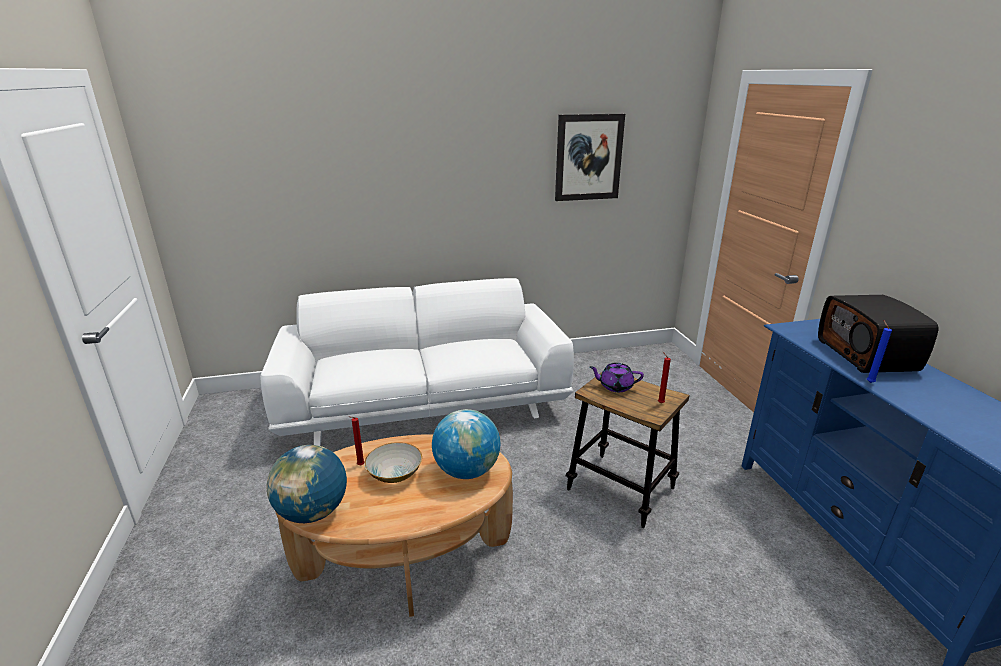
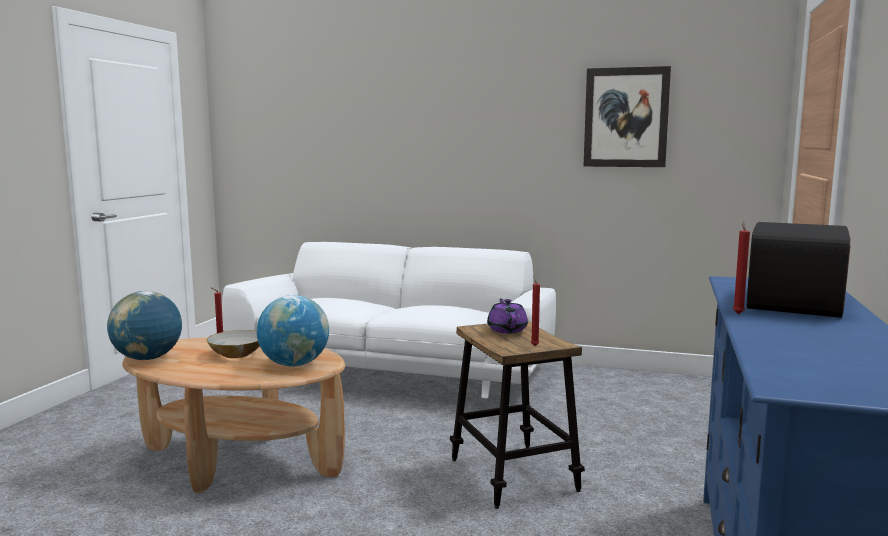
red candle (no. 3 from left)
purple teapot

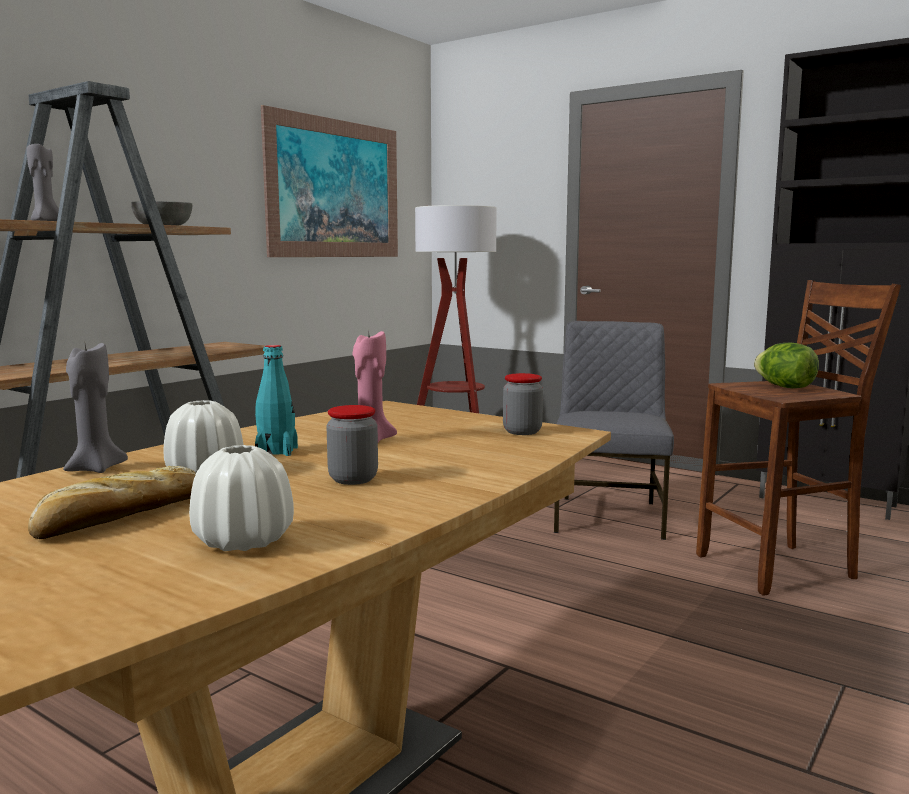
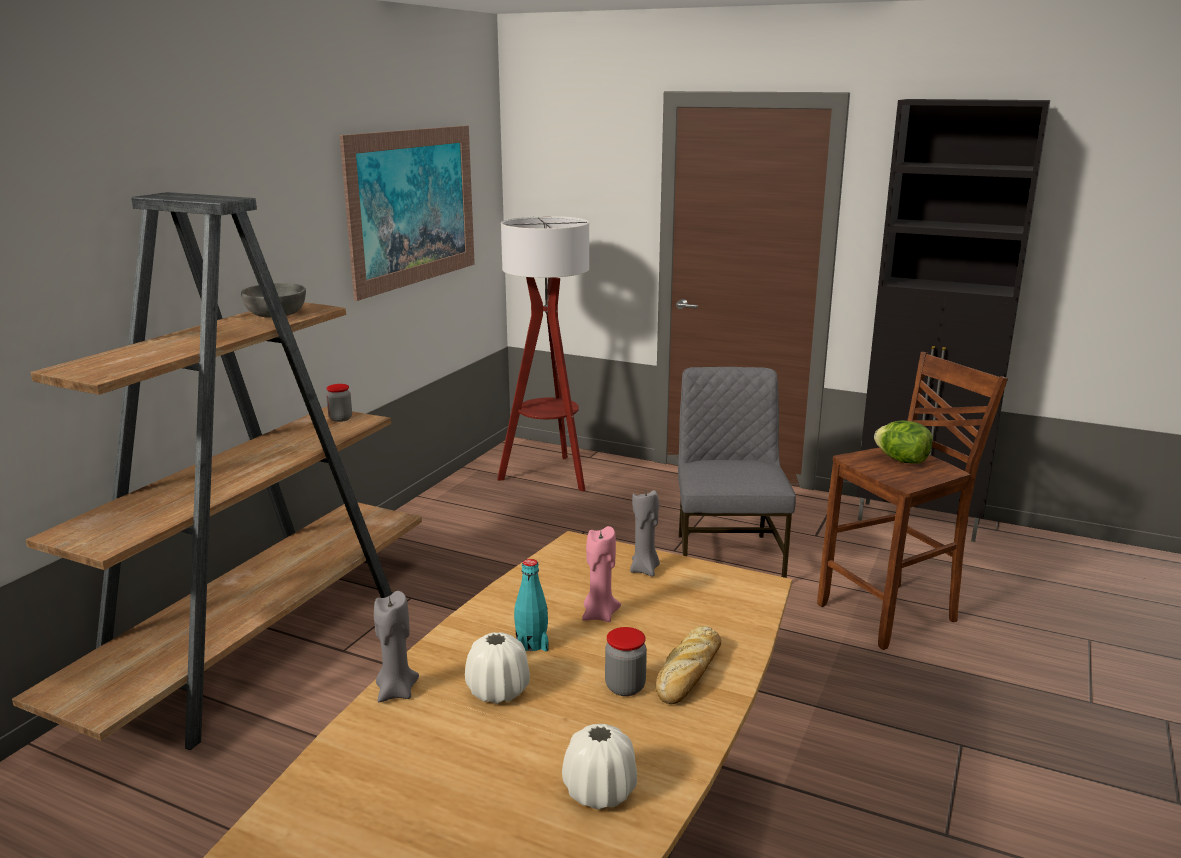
grey candle (no. 2 from left)
bread
jar (no. 1 from left)

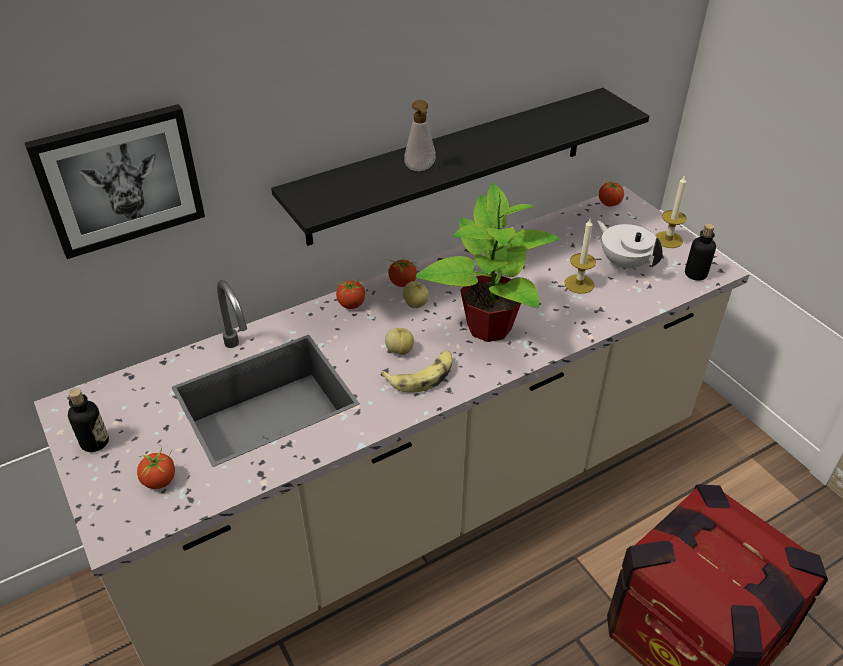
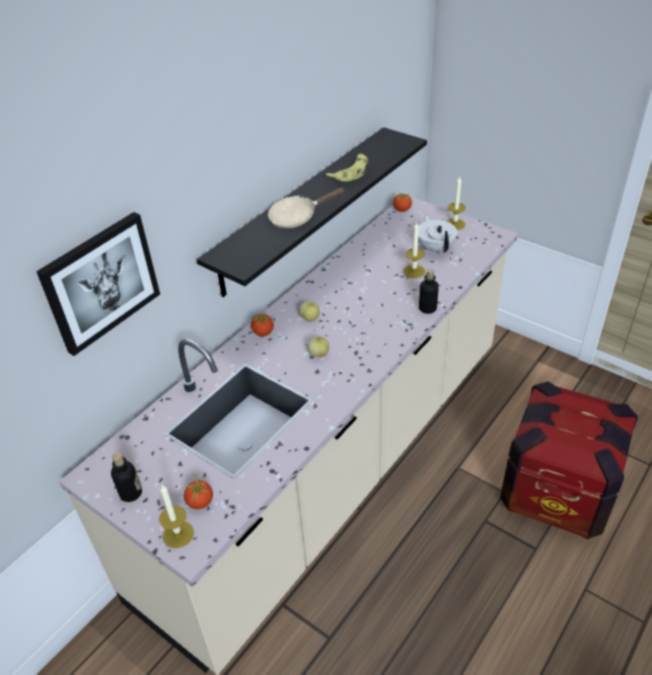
tomato (no. 3 from left in the first image)
potted plant
candle (no. 1 from left)
banana
bottle (no. 2 from left)
beige frying pan
white teapot

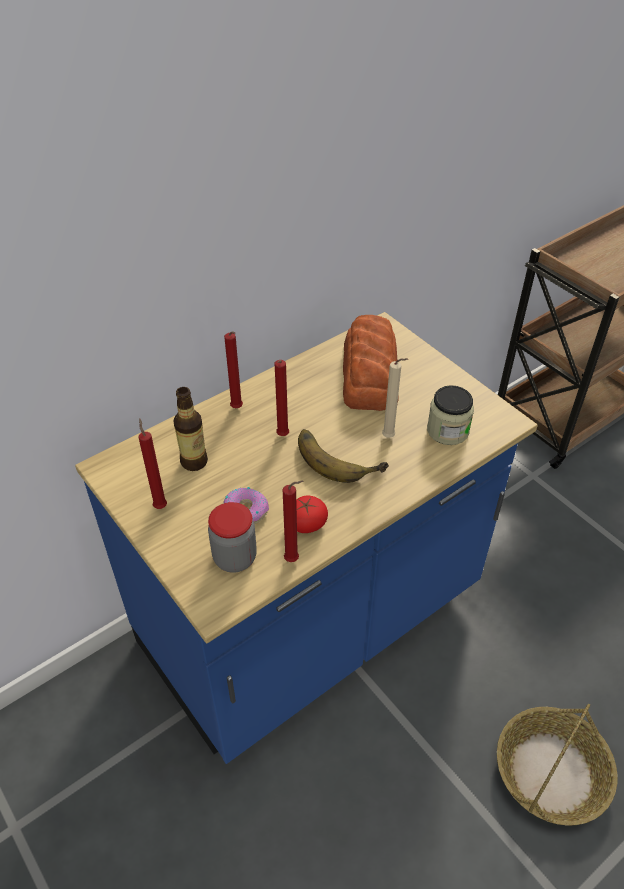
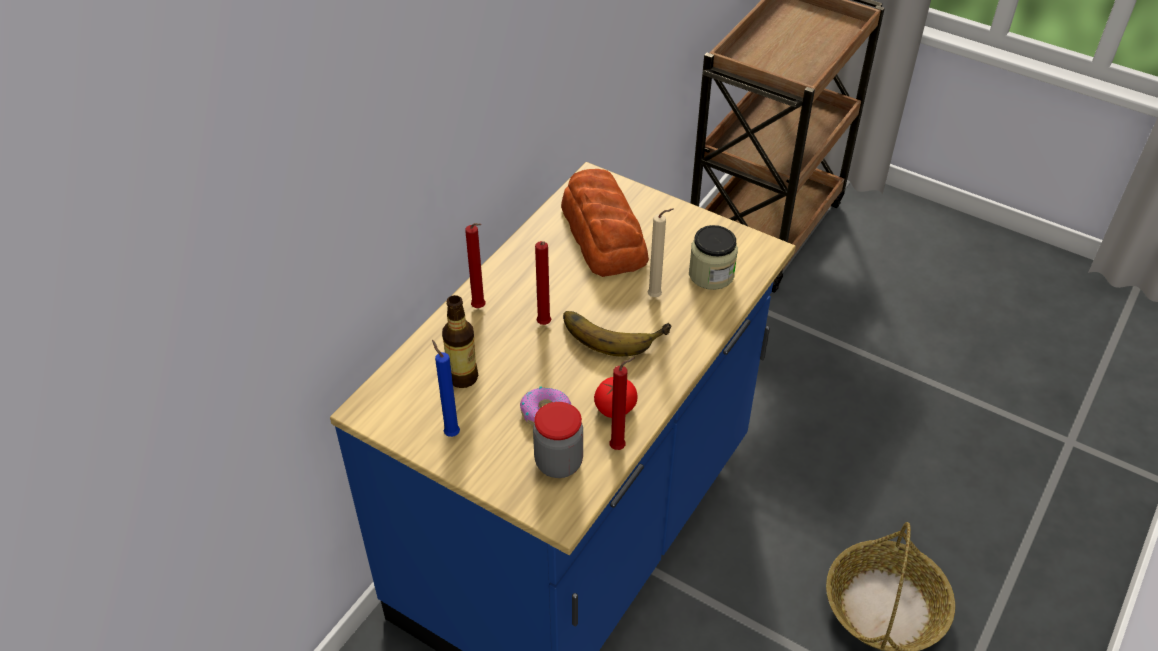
blue candle

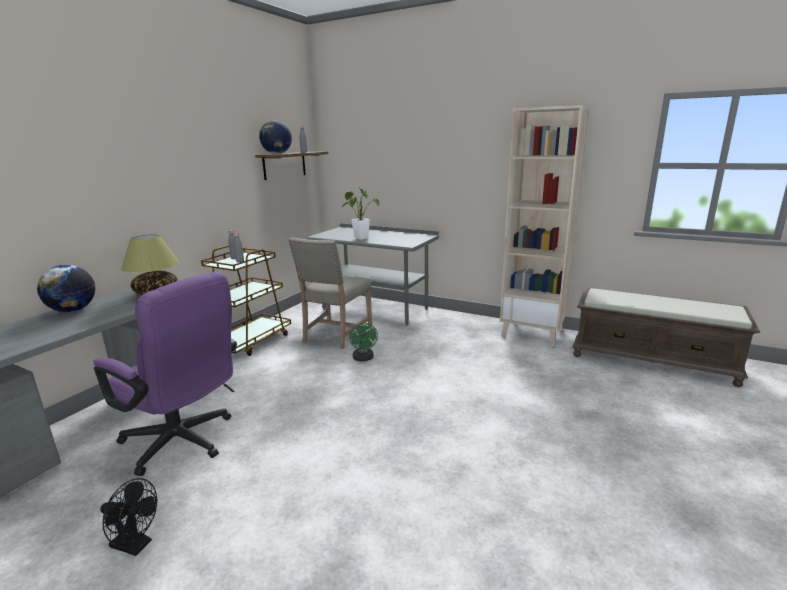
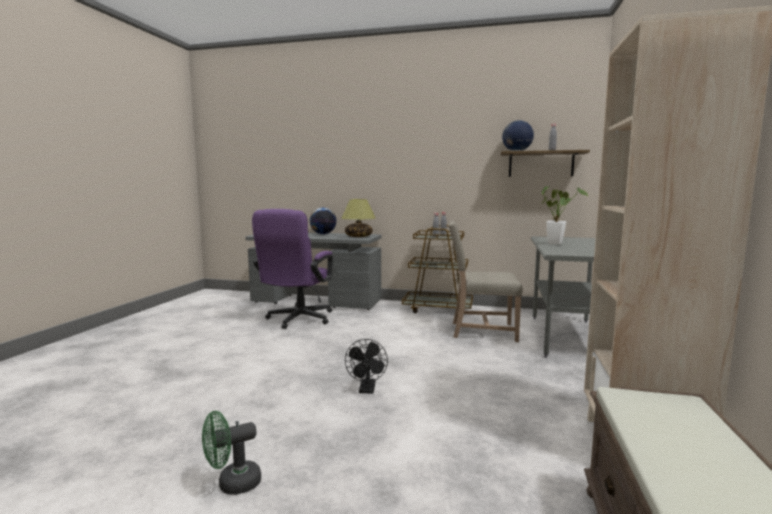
black fan
green fan

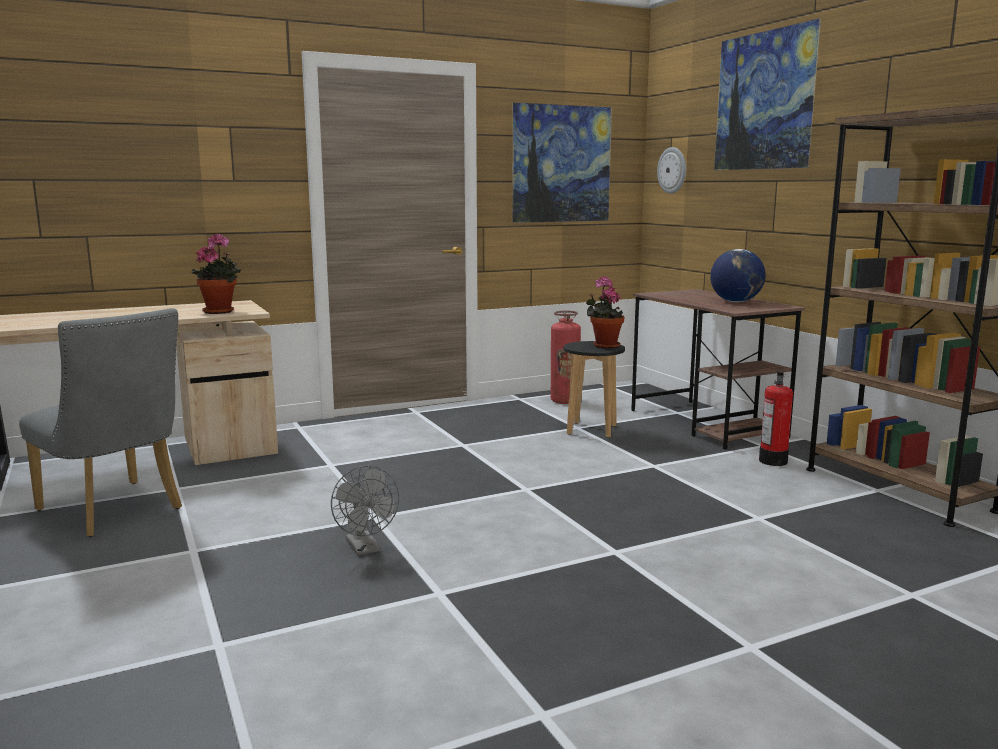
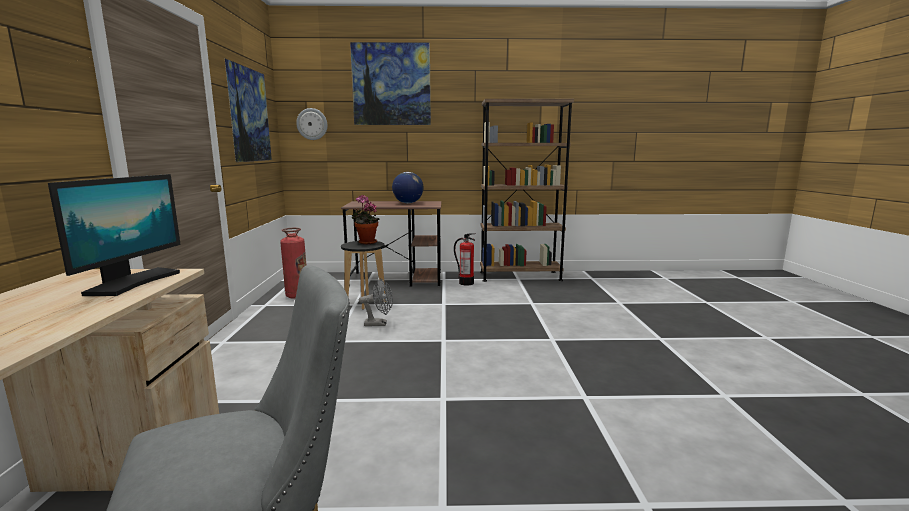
grey fan
monitor

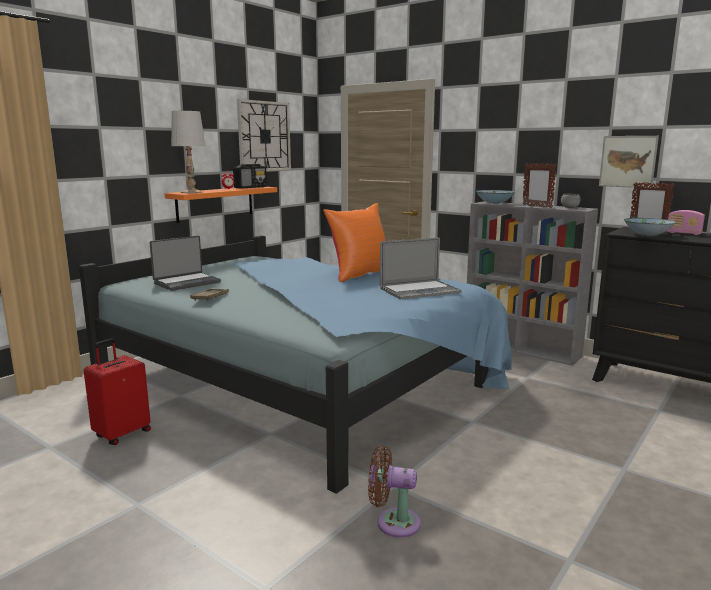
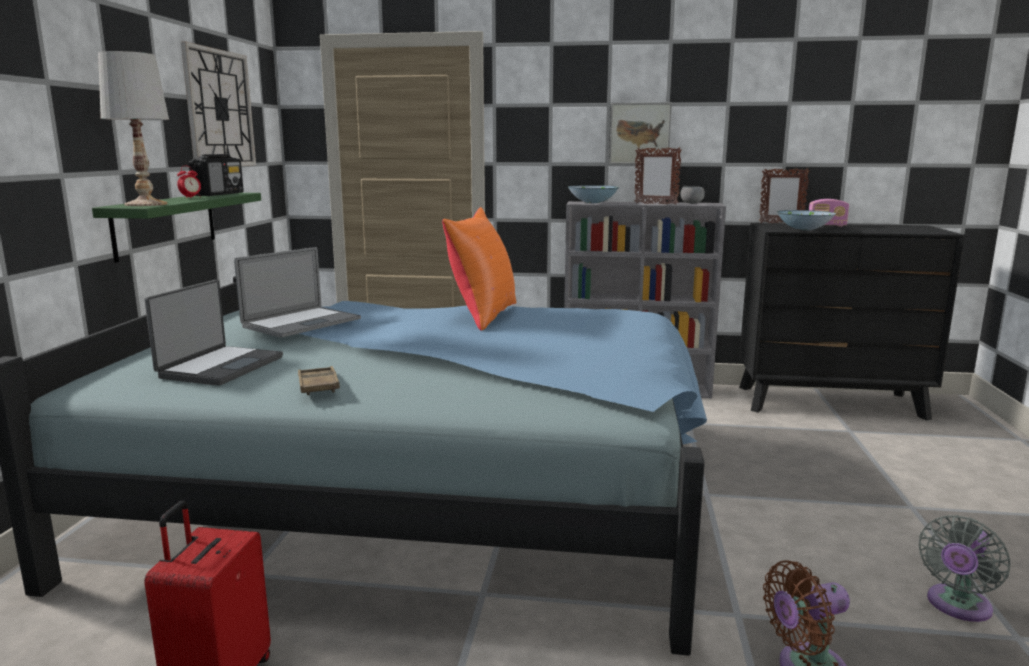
grey fan
laptop (no. 2 from left)
picture
green shelf

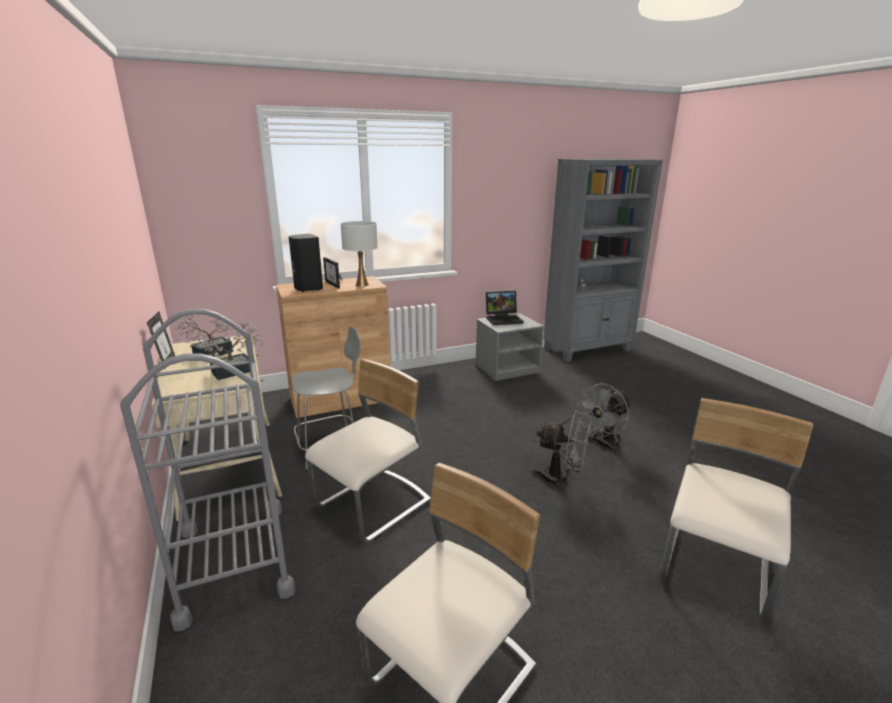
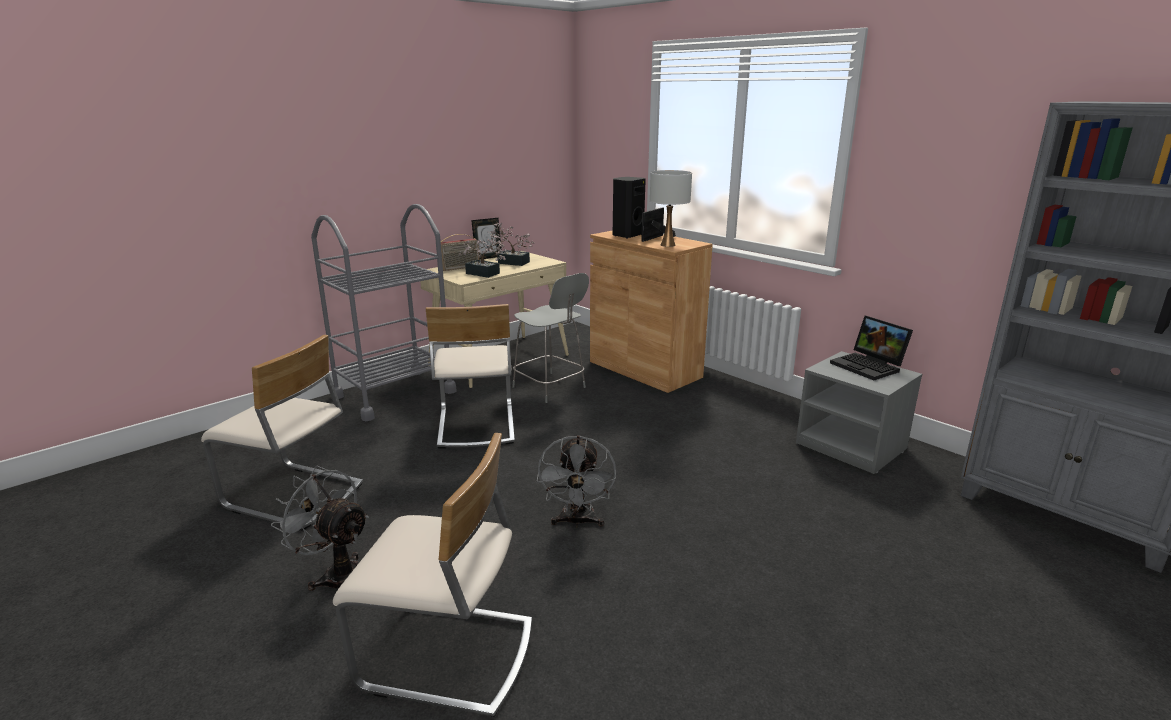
radio
grey fan (no. 1 from left)
beige chair (no. 3 from left)

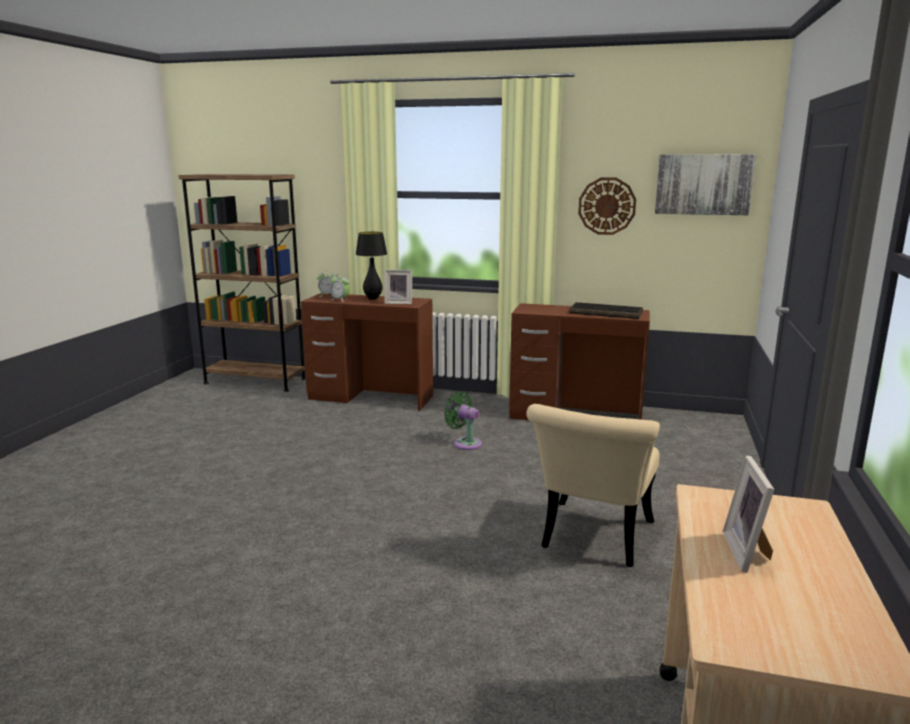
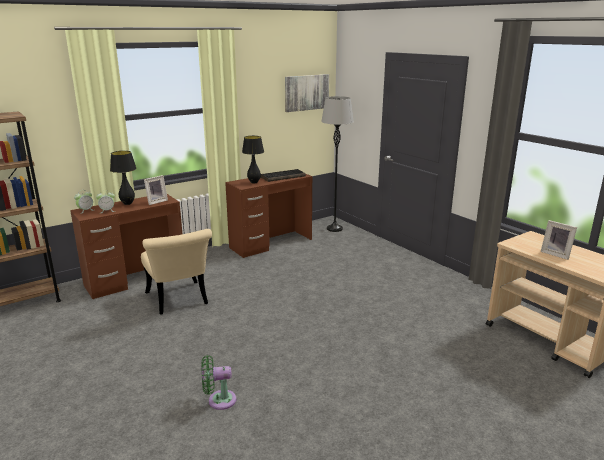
wall clock
black table lamp (no. 2 from left)
grey floor lamp
green fan
beige chair

